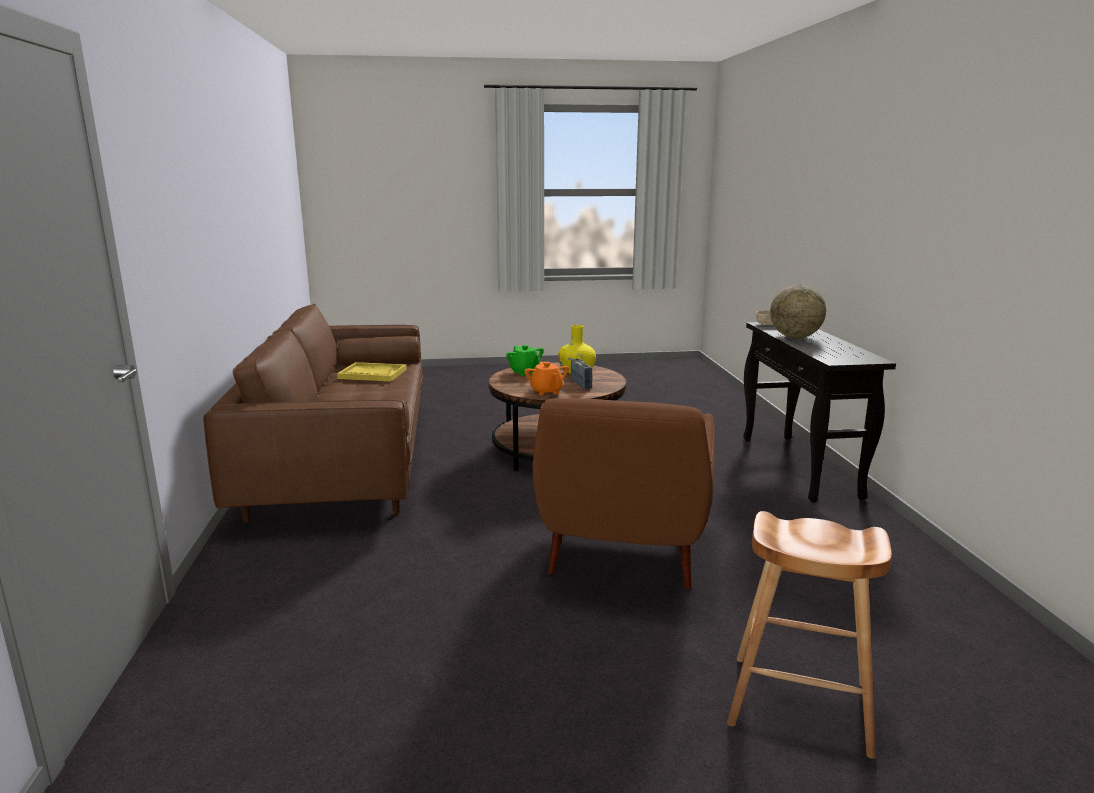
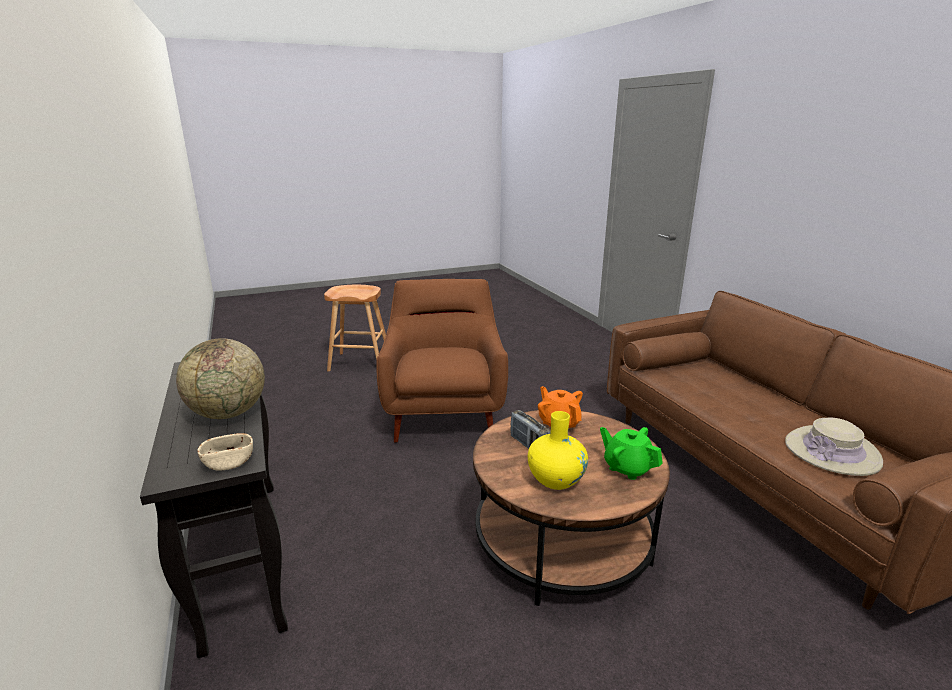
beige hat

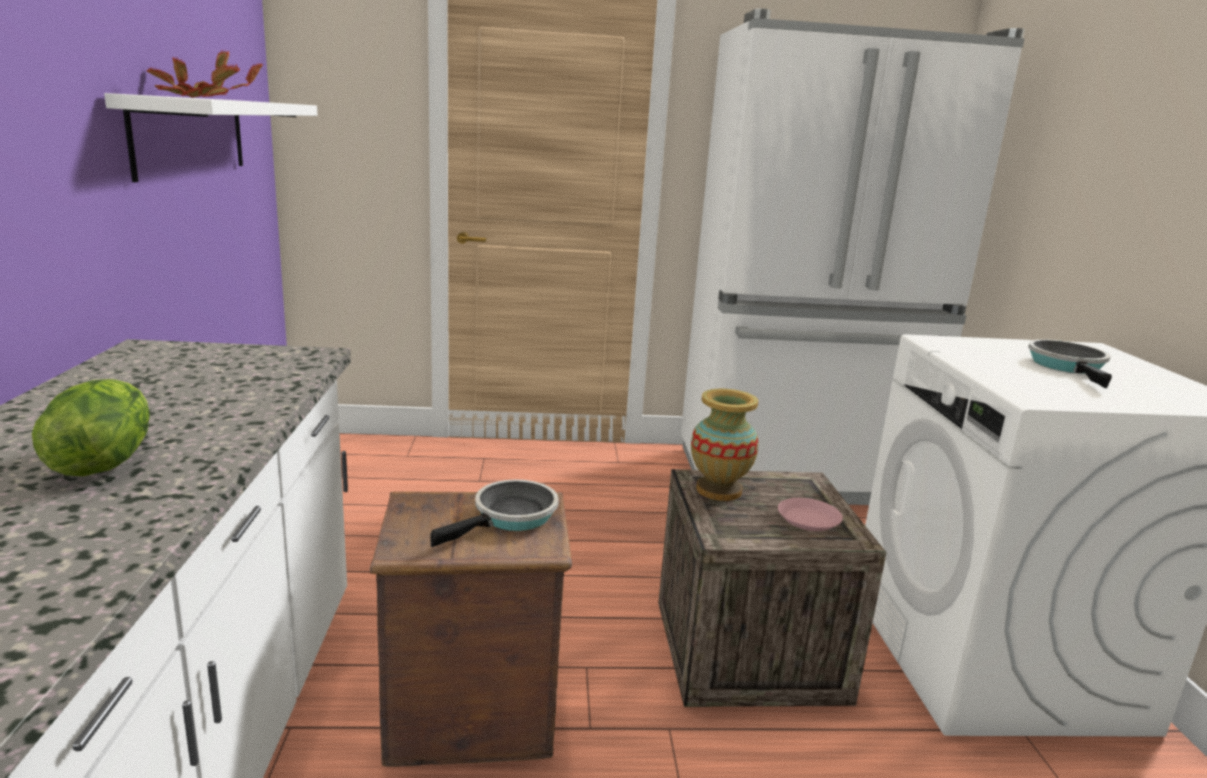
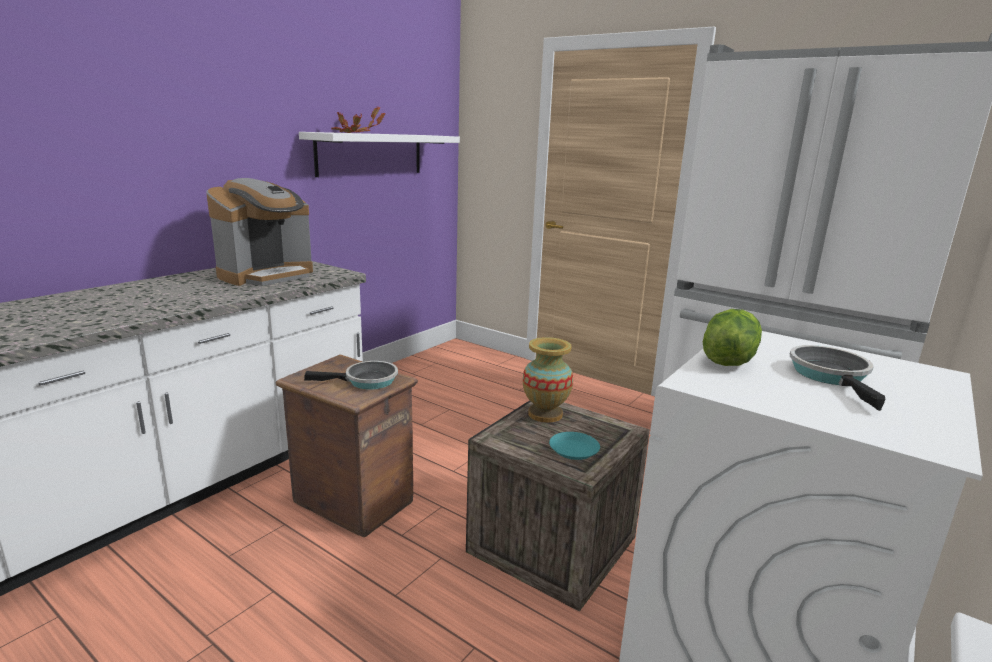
coffee machine
lettuce
turquoise plate
frying pan (no. 2 from left)

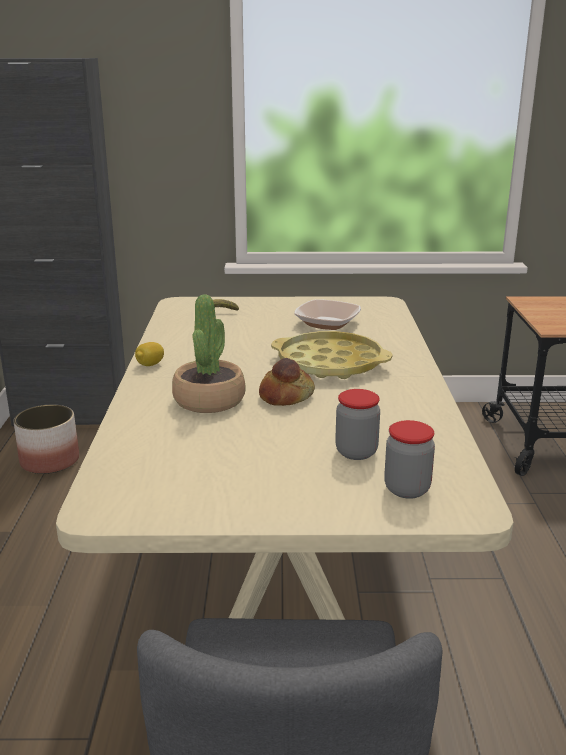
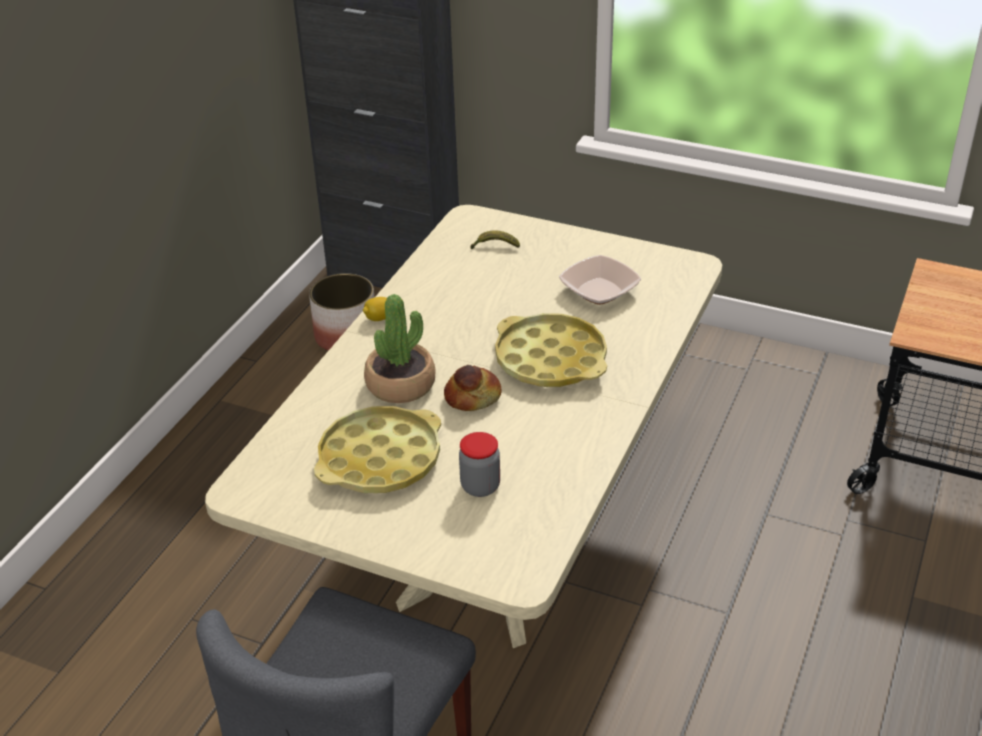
jar (no. 2 from left in the first image)
yellow tray (no. 1 from left)

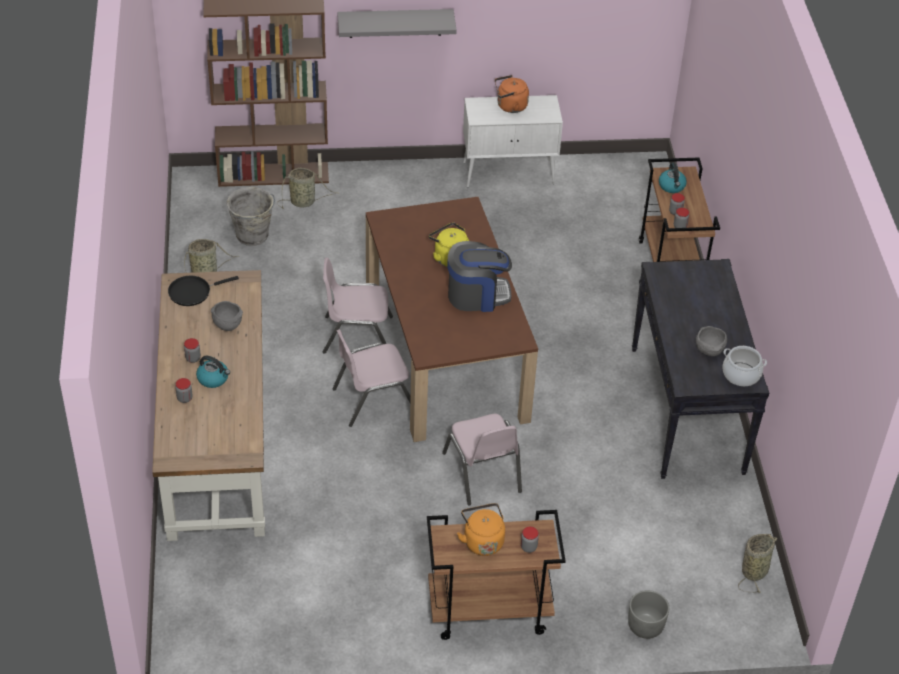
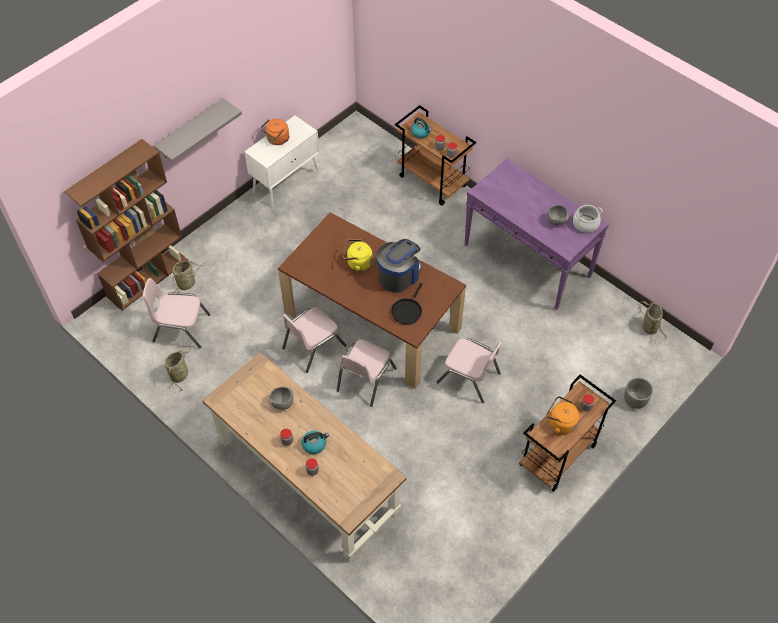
black frying pan
pink chair (no. 1 from left)
purple console table

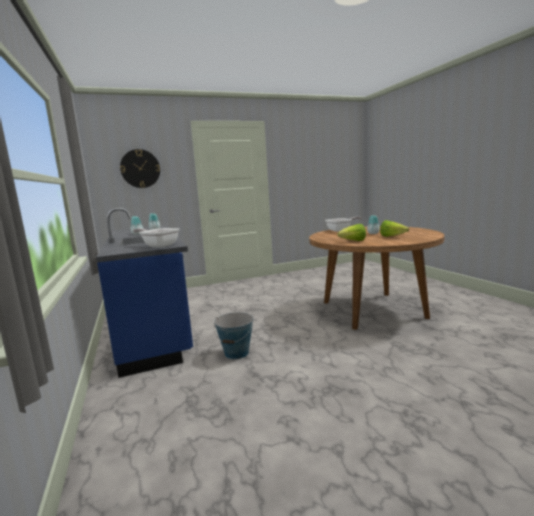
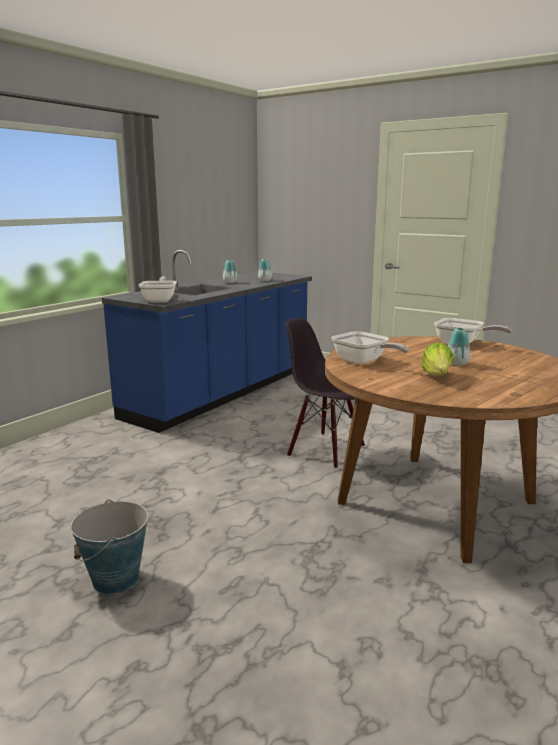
wall clock
black chair
bucket
frying pan (no. 2 from left)

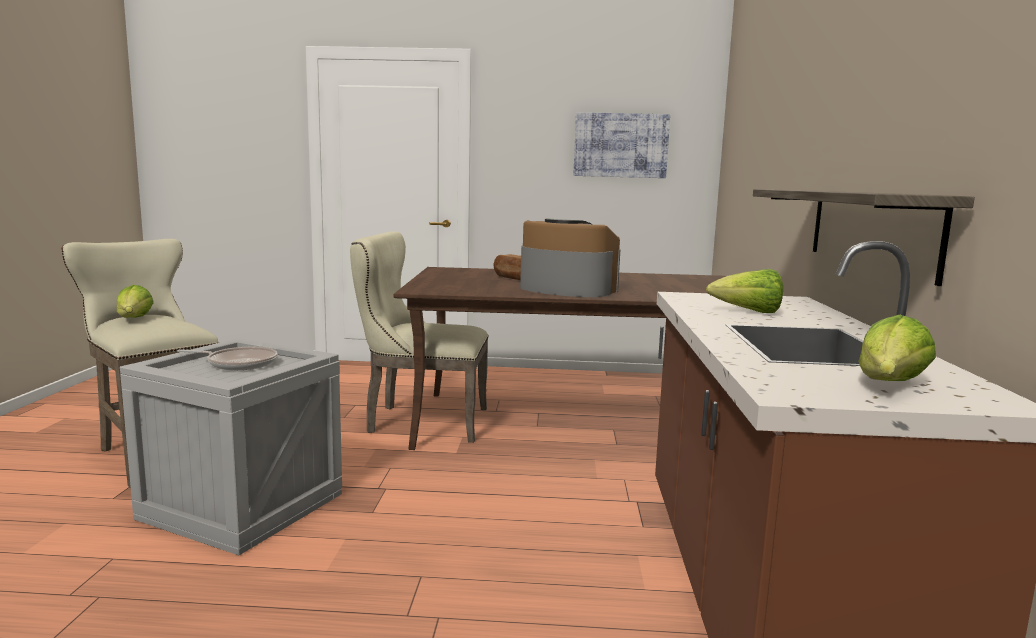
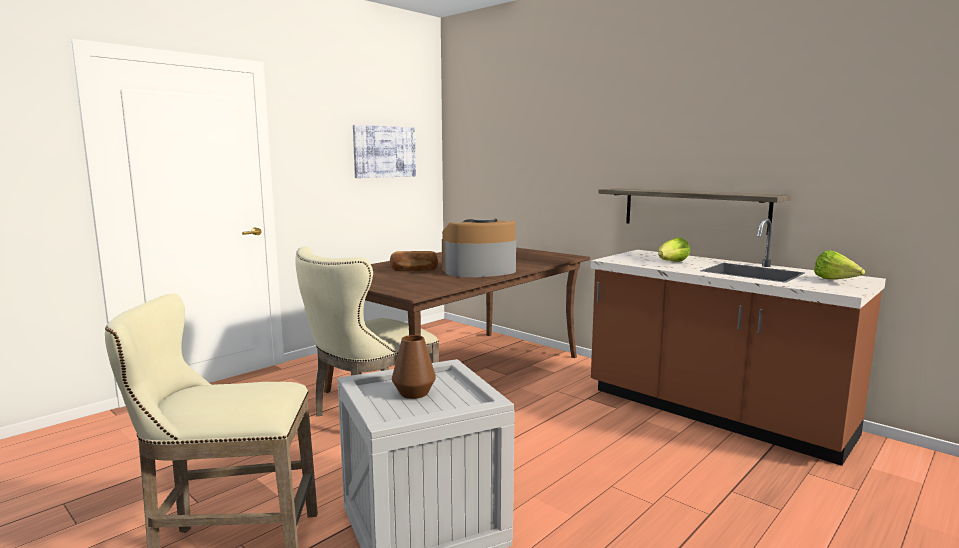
lettuce (no. 1 from left in the first image)
brown vase

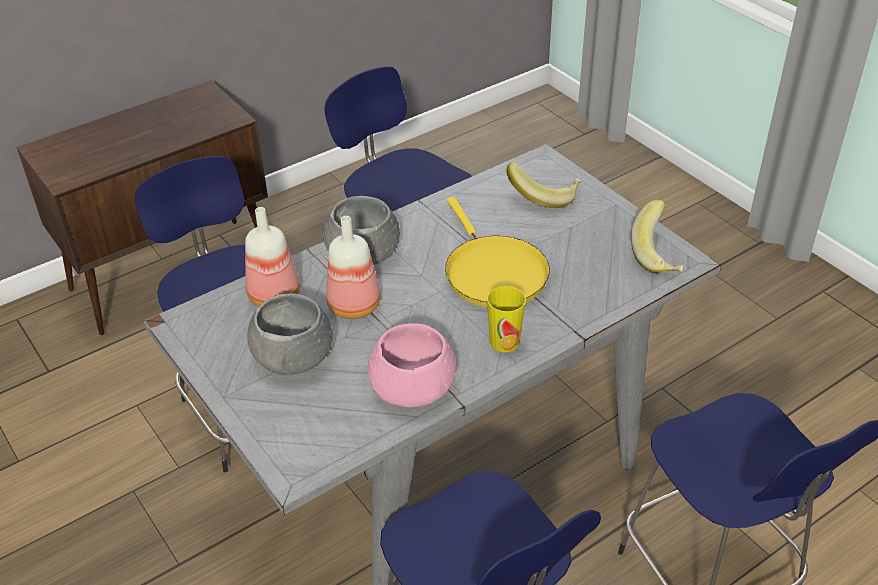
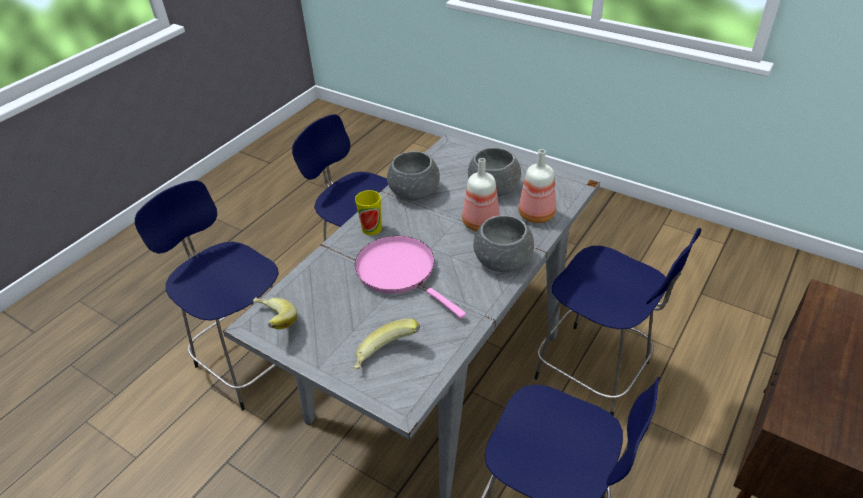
grey bowl (no. 1 from left)
pink frying pan

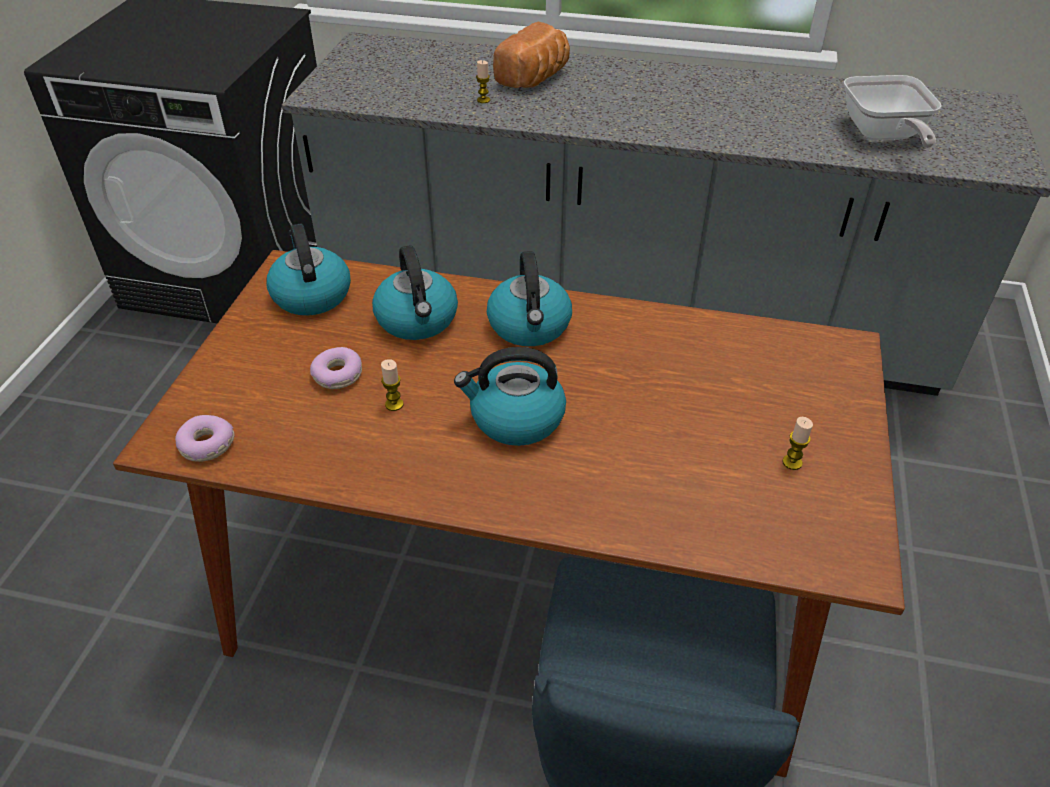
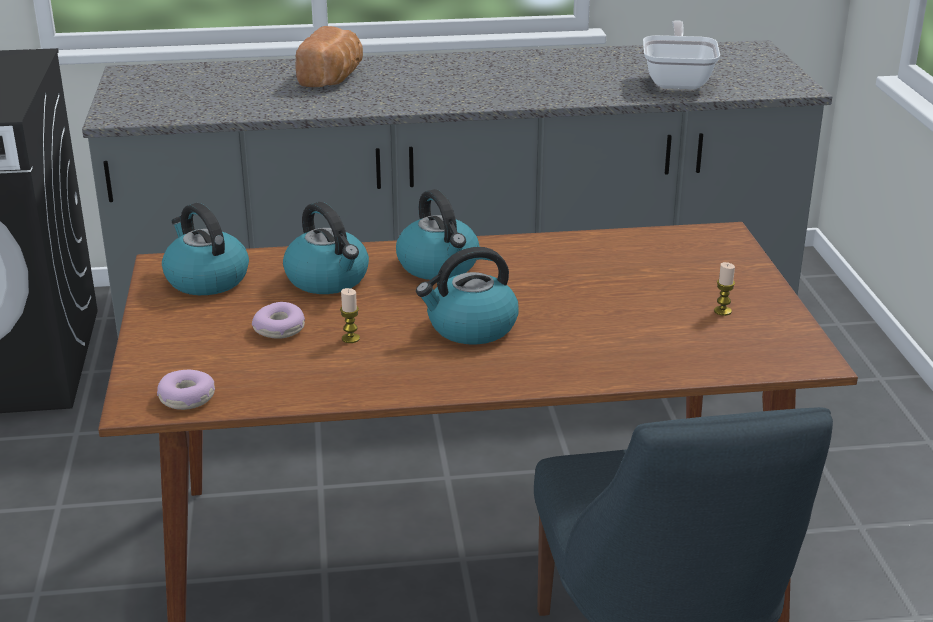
candle (no. 2 from left in the first image)
frying pan

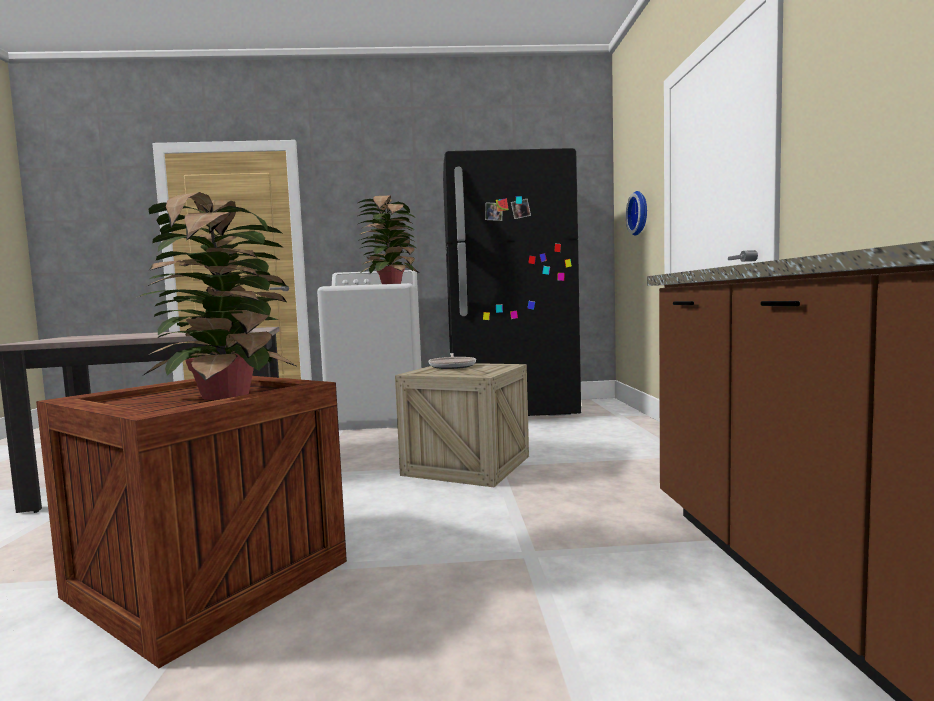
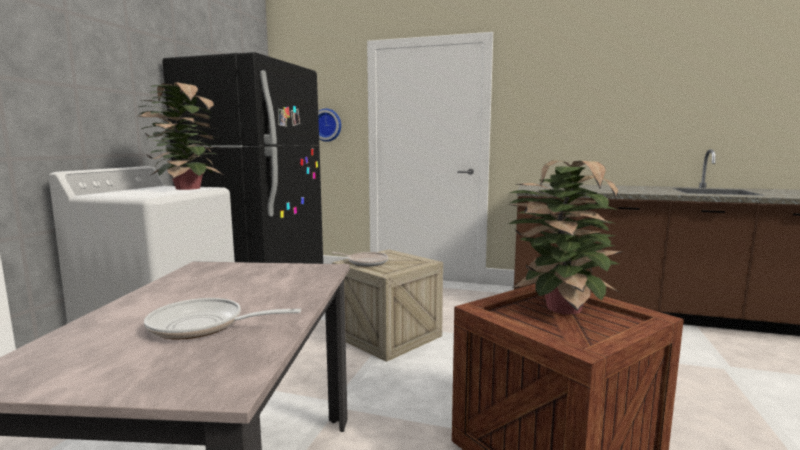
frying pan (no. 1 from left)

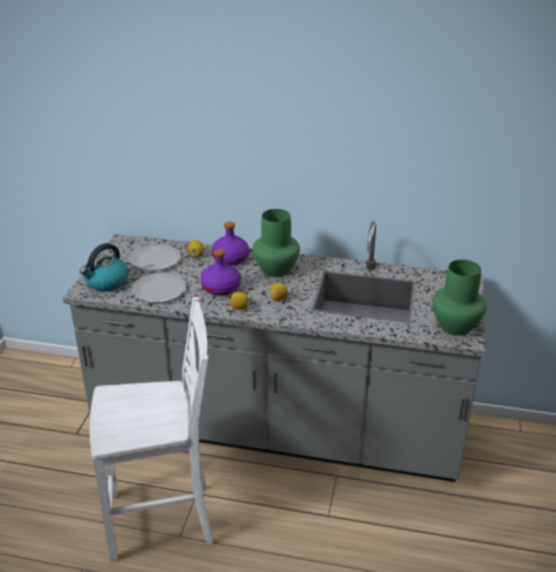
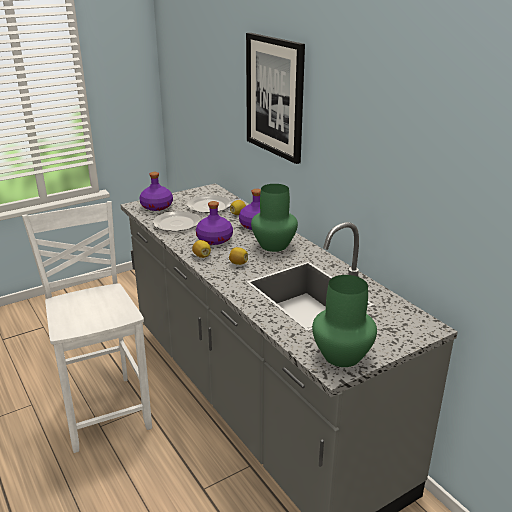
picture
purple bottle (no. 1 from left)
white chair

